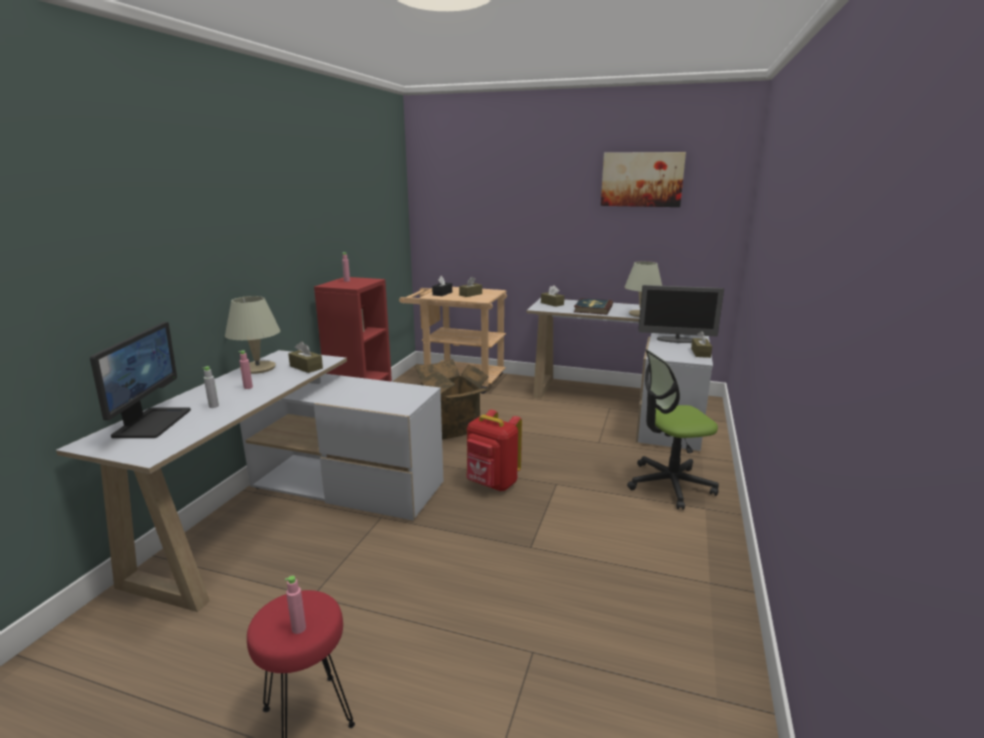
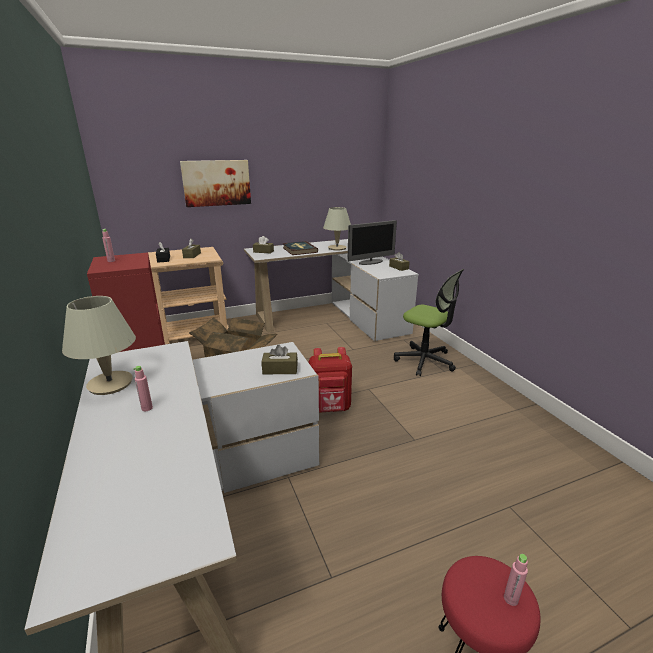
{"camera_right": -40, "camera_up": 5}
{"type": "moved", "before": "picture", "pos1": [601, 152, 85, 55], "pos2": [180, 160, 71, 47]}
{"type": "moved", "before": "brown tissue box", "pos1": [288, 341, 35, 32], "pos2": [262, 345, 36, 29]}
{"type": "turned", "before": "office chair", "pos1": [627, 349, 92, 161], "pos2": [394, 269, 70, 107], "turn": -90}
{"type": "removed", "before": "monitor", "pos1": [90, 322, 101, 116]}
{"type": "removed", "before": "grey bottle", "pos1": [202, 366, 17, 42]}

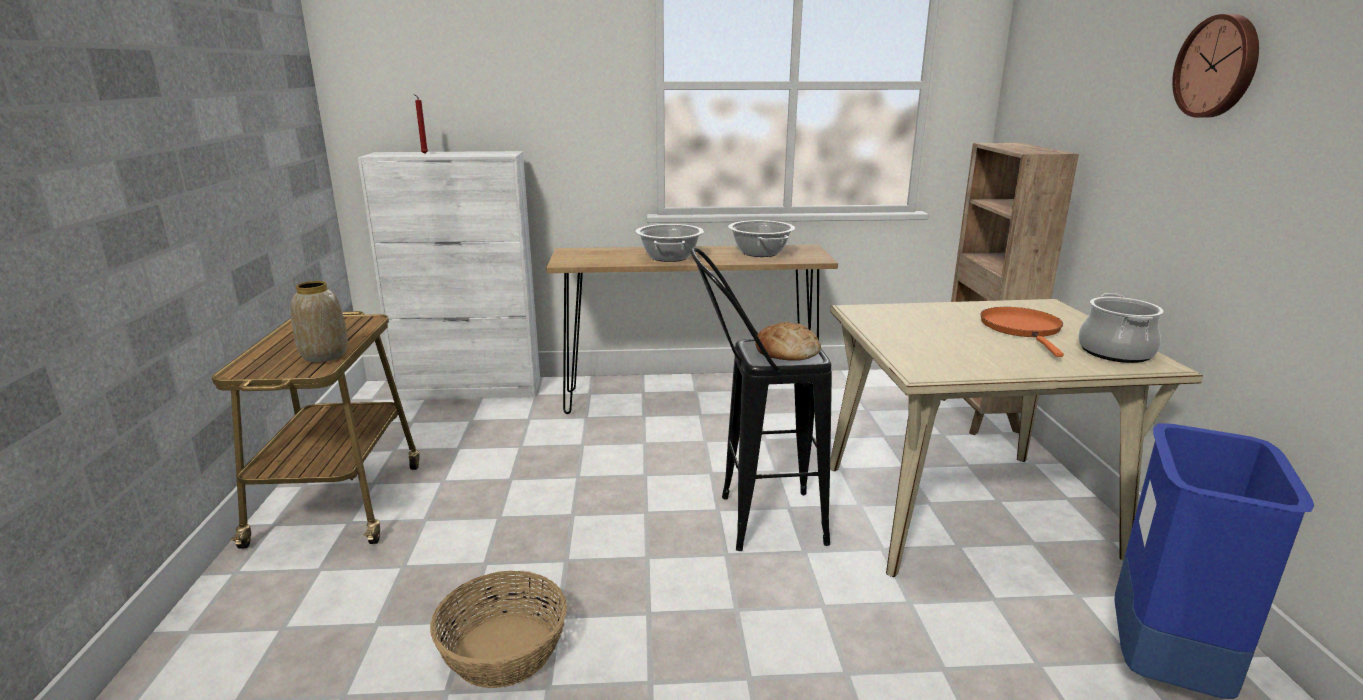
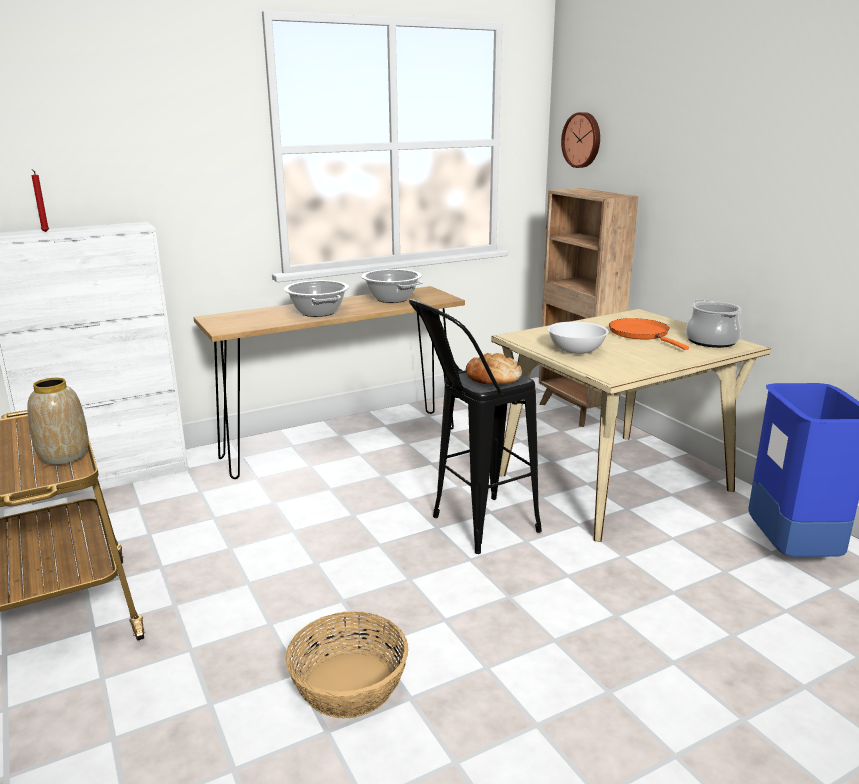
{"camera_right": -25, "camera_up": 0}
{"type": "added", "after": "white bowl", "pos2": [547, 322, 62, 32]}
{"type": "moved", "before": "wall clock", "pos1": [1172, 14, 87, 104], "pos2": [561, 112, 39, 56]}

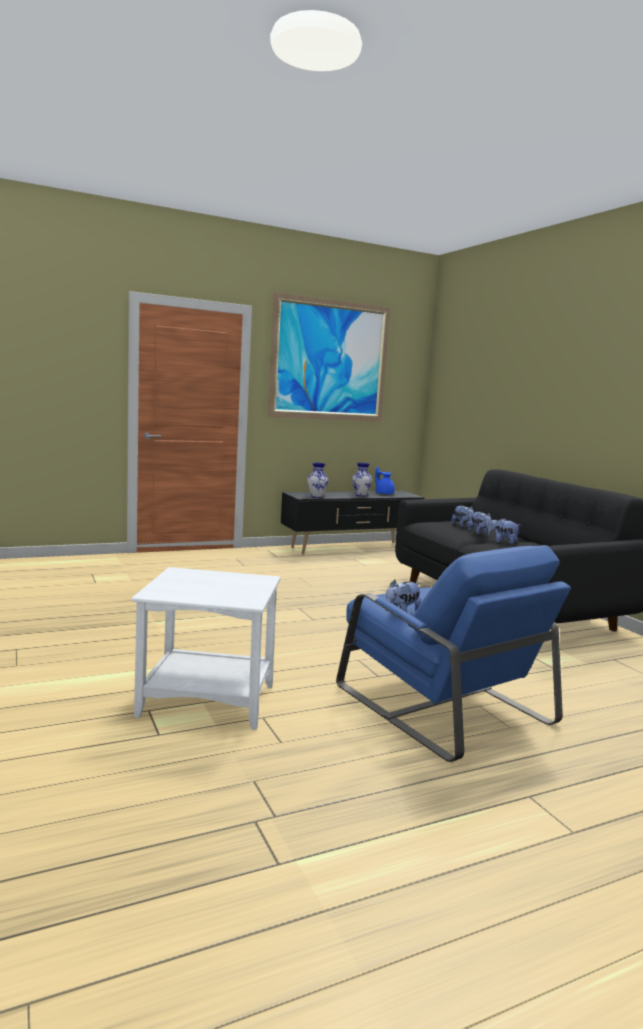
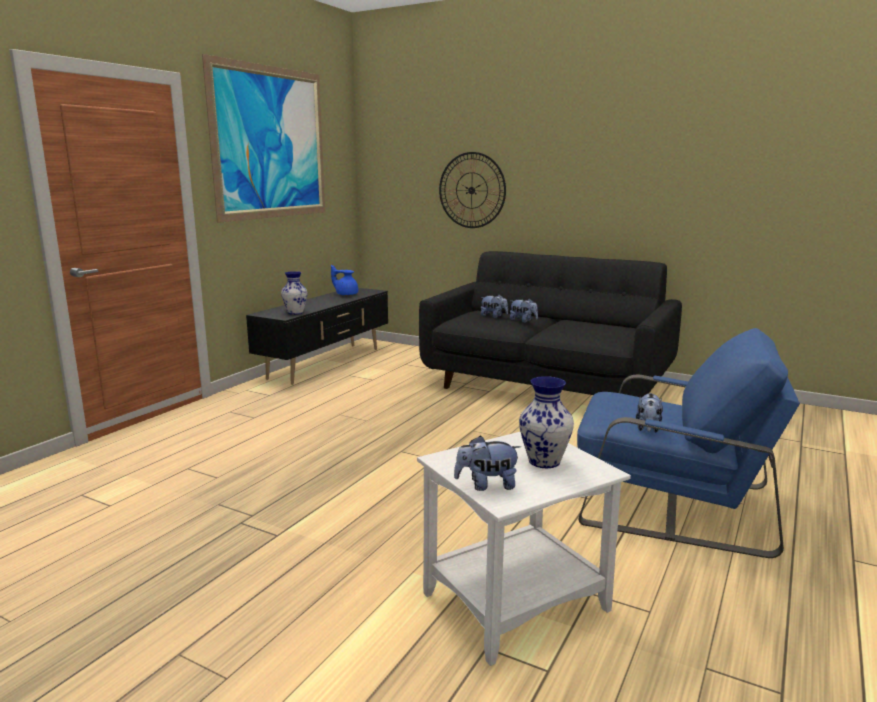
{"camera_right": -35, "camera_up": 5}
{"type": "added", "after": "wall clock", "pos2": [439, 152, 67, 76]}
{"type": "moved", "before": "plush toy", "pos1": [488, 518, 33, 26], "pos2": [454, 436, 67, 55]}
{"type": "moved", "before": "vase", "pos1": [352, 463, 20, 33], "pos2": [519, 376, 55, 92]}

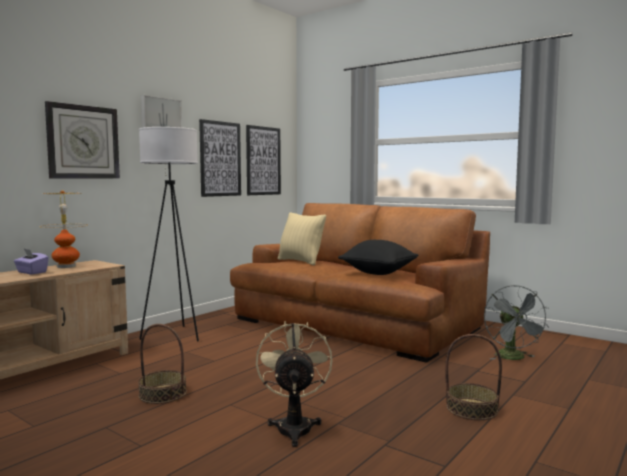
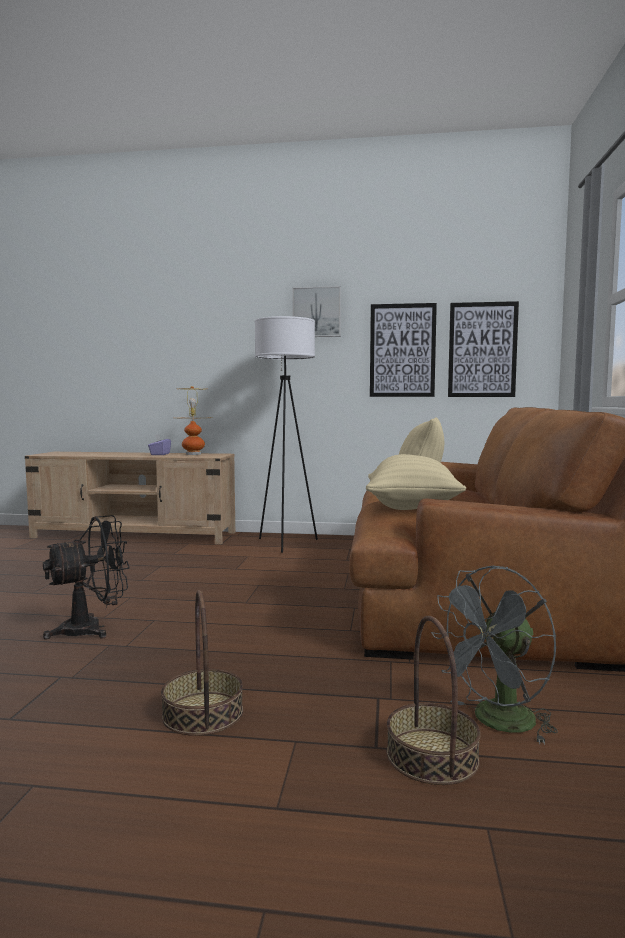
{"camera_right": 60, "camera_up": 0}
{"type": "recoloured", "before": "beige fan", "after": "black fan", "pos1": [256, 321, 76, 126], "pos2": [43, 515, 87, 124]}
{"type": "recoloured", "before": "black pillow", "after": "beige pillow", "pos1": [338, 240, 80, 35], "pos2": [366, 454, 100, 56]}
{"type": "moved", "before": "basket", "pos1": [138, 324, 49, 80], "pos2": [387, 616, 94, 169]}
{"type": "removed", "before": "wall clock", "pos1": [45, 101, 75, 78]}

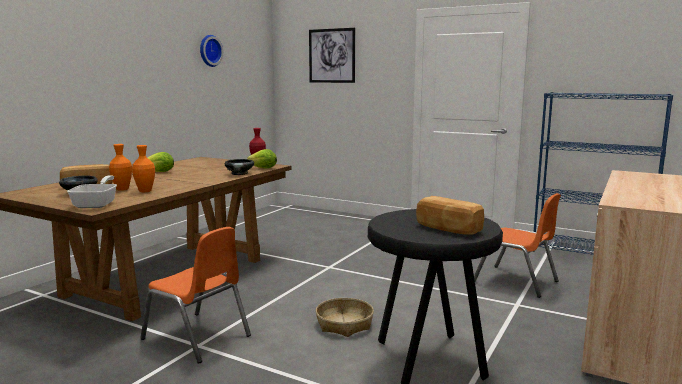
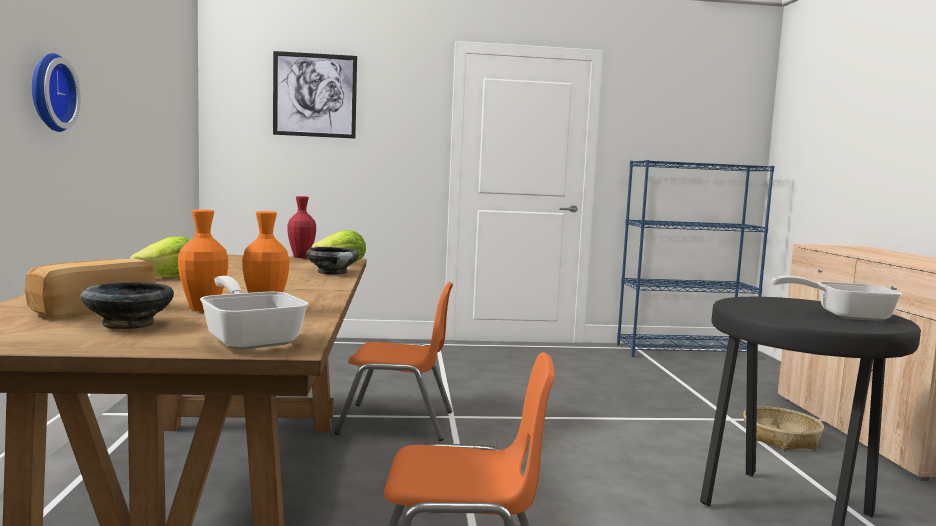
{"camera_right": -35, "camera_up": -5}
{"type": "moved", "before": "wall clock", "pos1": [200, 35, 23, 32], "pos2": [32, 53, 49, 79]}
{"type": "moved", "before": "orange chair", "pos1": [474, 193, 87, 105], "pos2": [334, 282, 119, 159]}
{"type": "moved", "before": "basket", "pos1": [316, 298, 58, 39], "pos2": [743, 406, 81, 44]}
{"type": "replaced", "before": "bread", "after": "frying pan", "pos1": [416, 196, 68, 39], "pos2": [772, 276, 130, 45]}

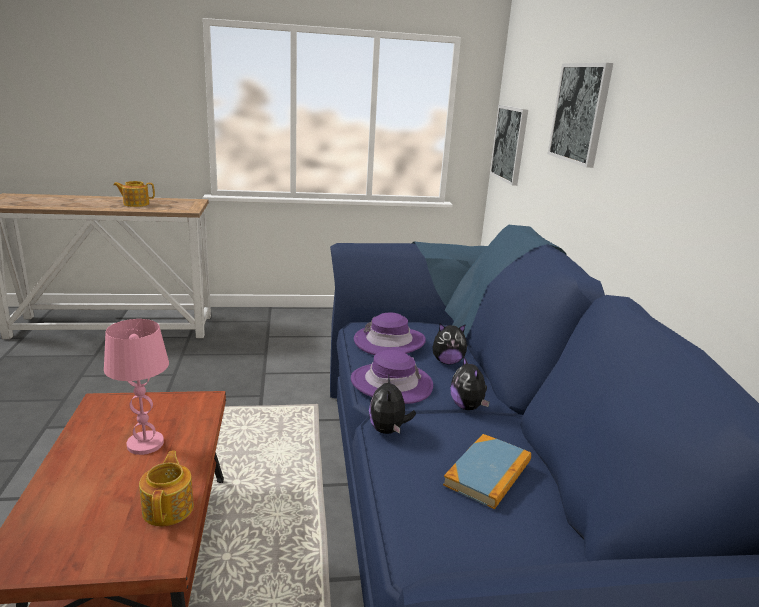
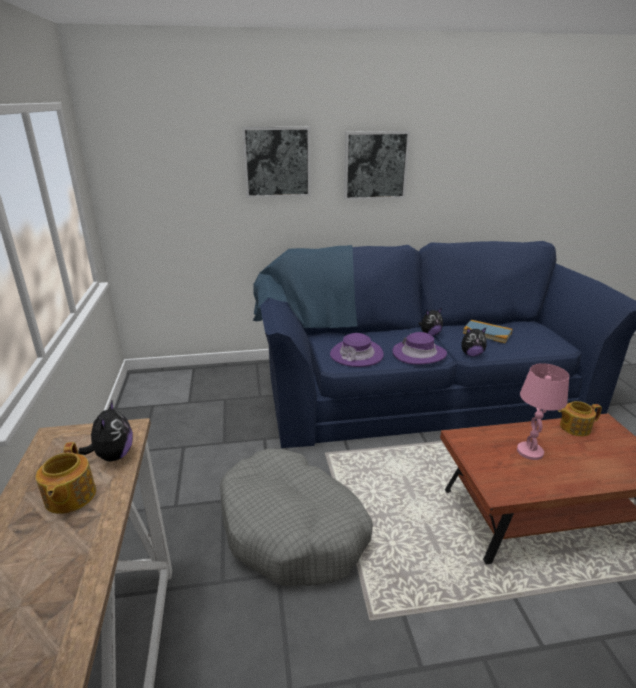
{"camera_right": -90, "camera_up": 5}
{"type": "moved", "before": "plush toy", "pos1": [432, 324, 35, 41], "pos2": [78, 399, 55, 63]}
{"type": "added", "after": "grey dog bed", "pos2": [220, 449, 153, 137]}
{"type": "moved", "before": "picture", "pos1": [490, 105, 38, 81], "pos2": [344, 131, 66, 69]}

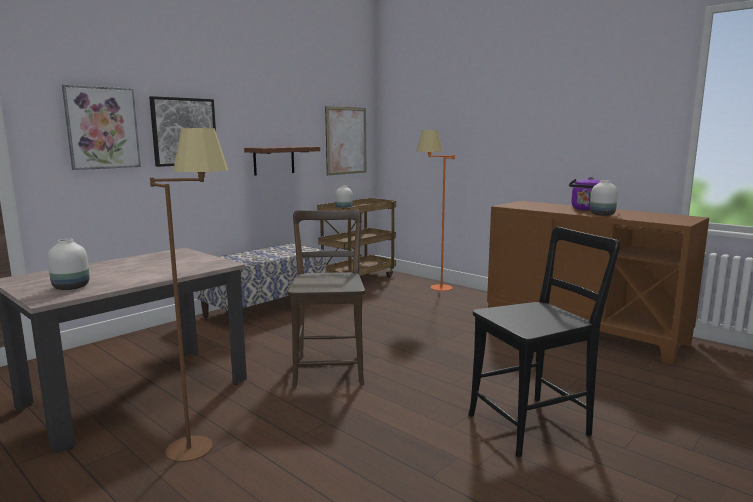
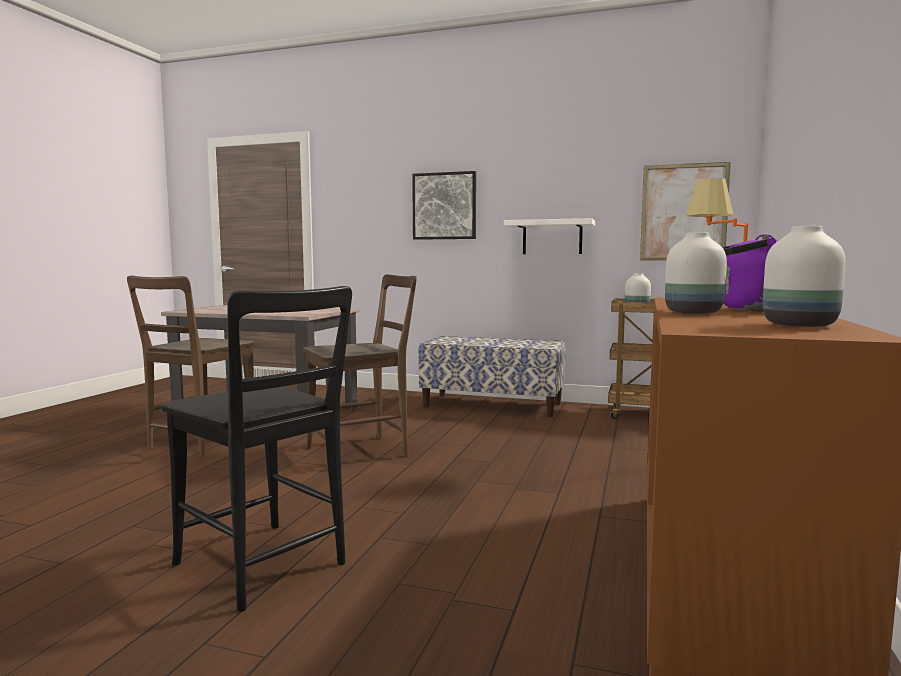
{"camera_right": 65, "camera_up": -5}
{"type": "replaced", "before": "brown floor lamp", "after": "brown chair", "pos1": [150, 128, 78, 334], "pos2": [127, 276, 128, 182]}
{"type": "recoloured", "before": "brown shelf", "after": "white shelf", "pos1": [244, 146, 76, 30], "pos2": [504, 218, 91, 36]}
{"type": "moved", "before": "white vase", "pos1": [47, 239, 42, 51], "pos2": [763, 226, 83, 101]}
{"type": "removed", "before": "picture", "pos1": [62, 85, 79, 85]}

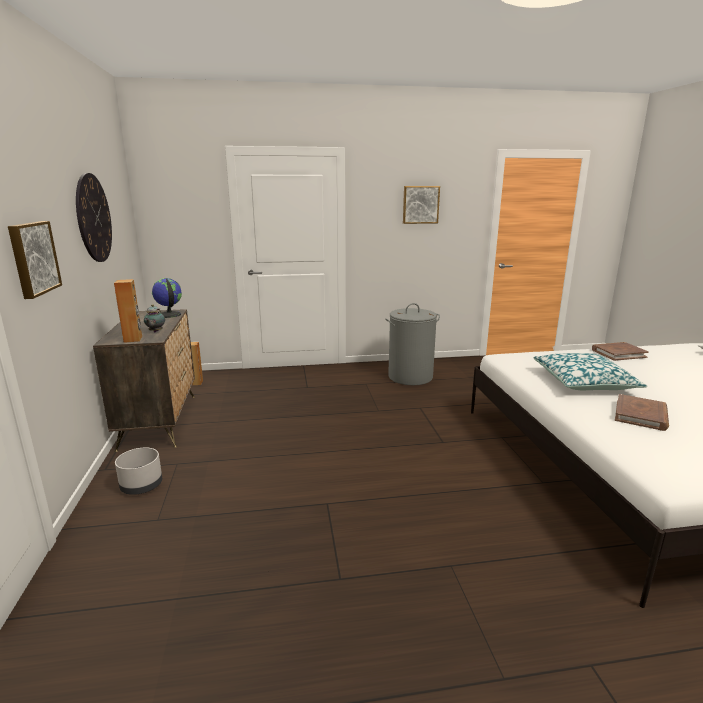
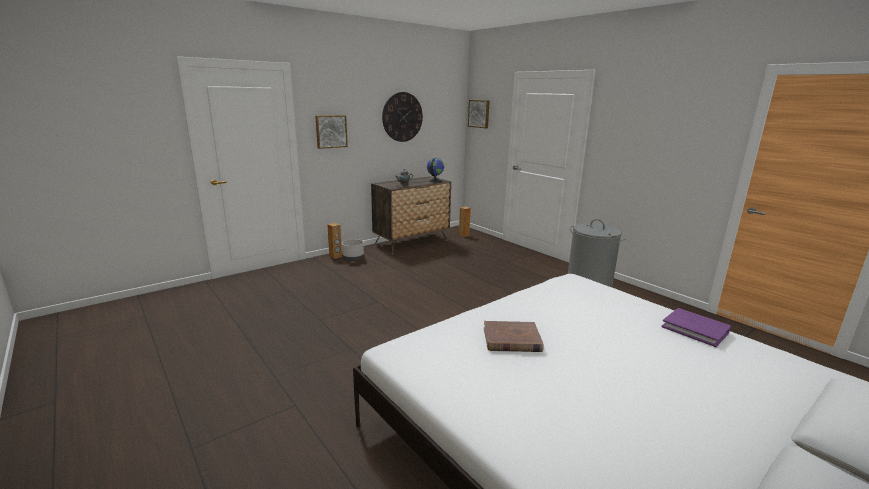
{"camera_right": 60, "camera_up": 0}
{"type": "moved", "before": "brown speaker", "pos1": [114, 279, 28, 64], "pos2": [327, 223, 15, 36]}
{"type": "moved", "before": "picture", "pos1": [403, 186, 37, 38], "pos2": [468, 100, 22, 28]}
{"type": "recoloured", "before": "brown book", "after": "purple book", "pos1": [592, 342, 57, 19], "pos2": [662, 308, 69, 39]}
{"type": "removed", "before": "pillow", "pos1": [533, 353, 114, 37]}

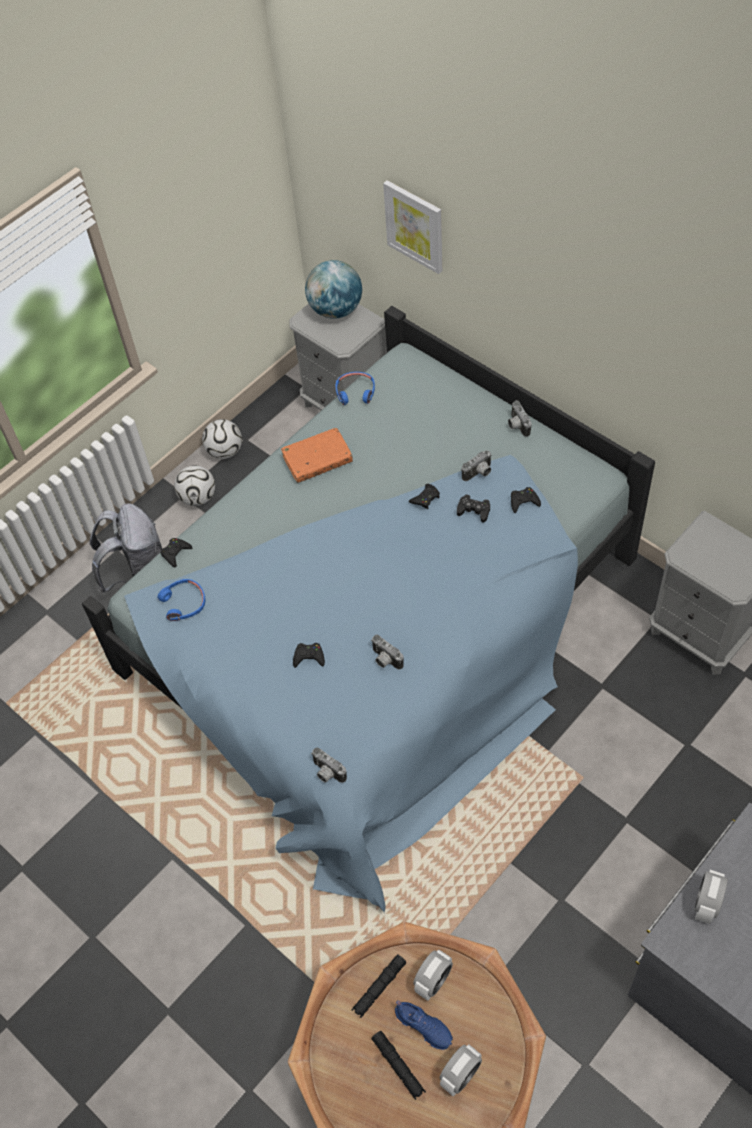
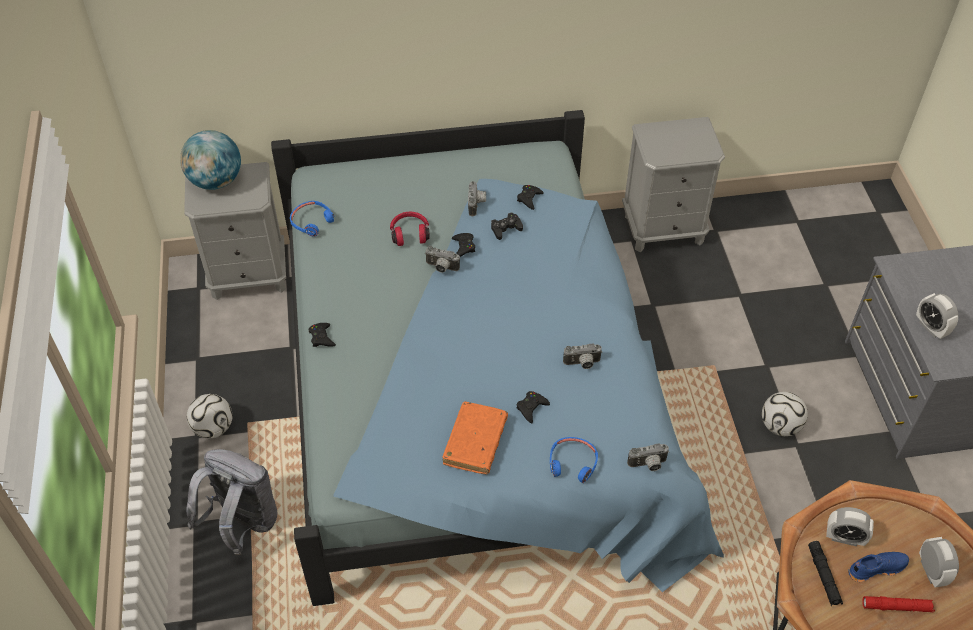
{"camera_right": -55, "camera_up": -5}
{"type": "moved", "before": "black game controller", "pos1": [160, 538, 32, 29], "pos2": [309, 323, 27, 24]}
{"type": "added", "after": "red headphones", "pos2": [390, 212, 40, 34]}
{"type": "moved", "before": "photo camera", "pos1": [508, 400, 24, 37], "pos2": [425, 246, 35, 27]}
{"type": "moved", "before": "orange book", "pos1": [281, 428, 72, 55], "pos2": [442, 401, 66, 74]}
{"type": "moved", "before": "blue headphones", "pos1": [158, 579, 47, 42], "pos2": [550, 437, 48, 46]}
{"type": "moved", "before": "football", "pos1": [202, 419, 40, 40], "pos2": [762, 392, 46, 44]}
{"type": "turned", "before": "alarm clock", "pos1": [413, 950, 40, 51], "pos2": [826, 507, 48, 40], "turn": 120}
{"type": "recoloured", "before": "black flashlight", "after": "red flashlight", "pos1": [372, 1031, 54, 69], "pos2": [863, 596, 72, 16]}
{"type": "removed", "before": "picture", "pos1": [383, 180, 59, 94]}

